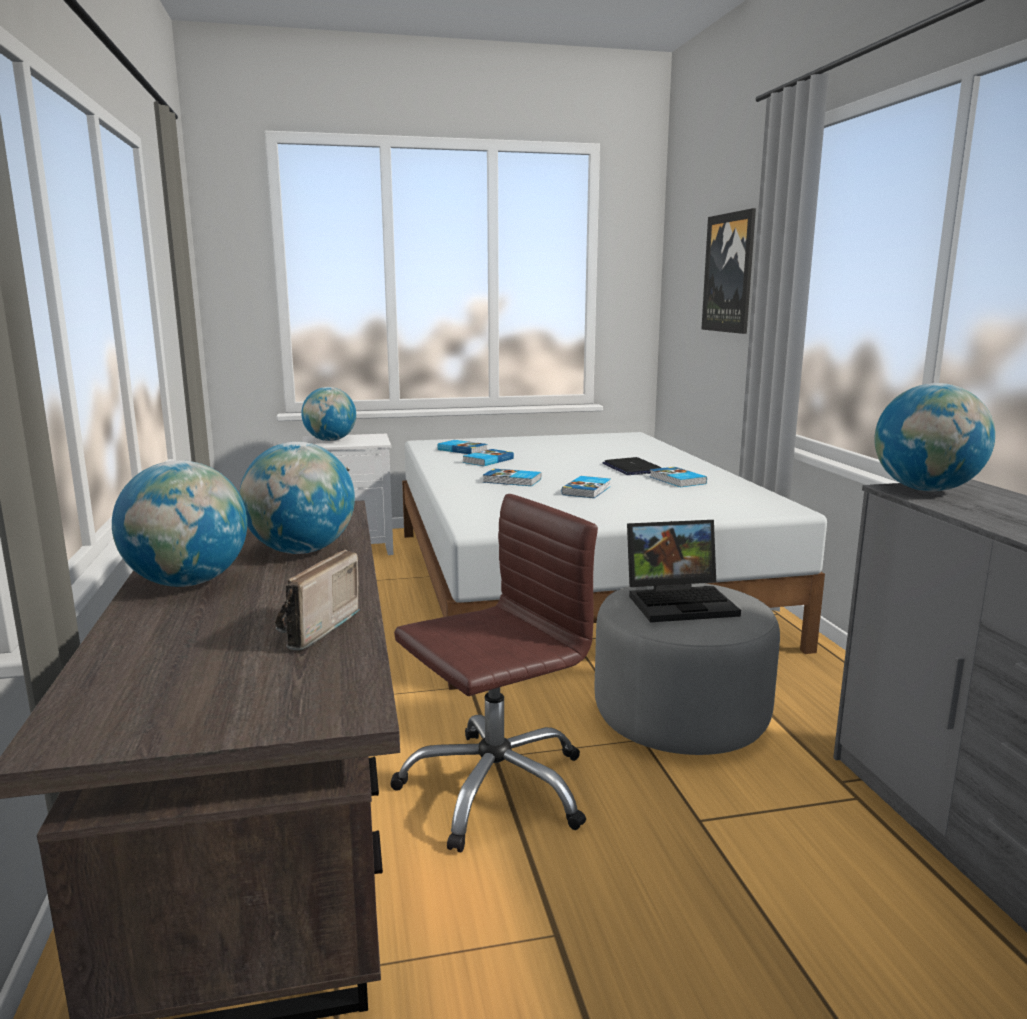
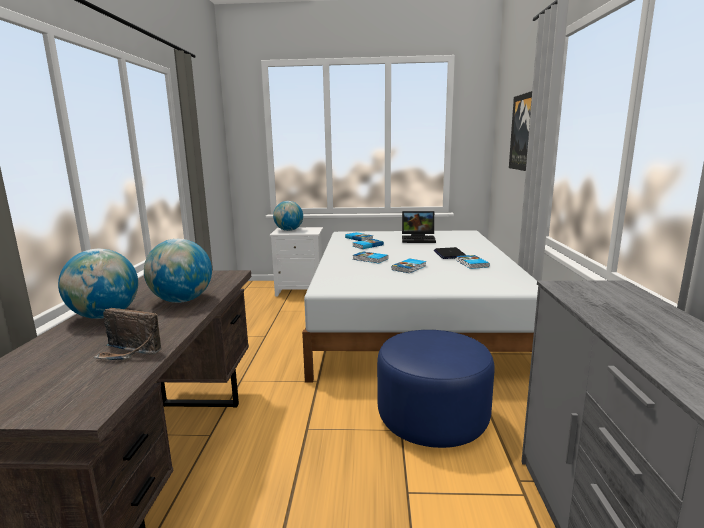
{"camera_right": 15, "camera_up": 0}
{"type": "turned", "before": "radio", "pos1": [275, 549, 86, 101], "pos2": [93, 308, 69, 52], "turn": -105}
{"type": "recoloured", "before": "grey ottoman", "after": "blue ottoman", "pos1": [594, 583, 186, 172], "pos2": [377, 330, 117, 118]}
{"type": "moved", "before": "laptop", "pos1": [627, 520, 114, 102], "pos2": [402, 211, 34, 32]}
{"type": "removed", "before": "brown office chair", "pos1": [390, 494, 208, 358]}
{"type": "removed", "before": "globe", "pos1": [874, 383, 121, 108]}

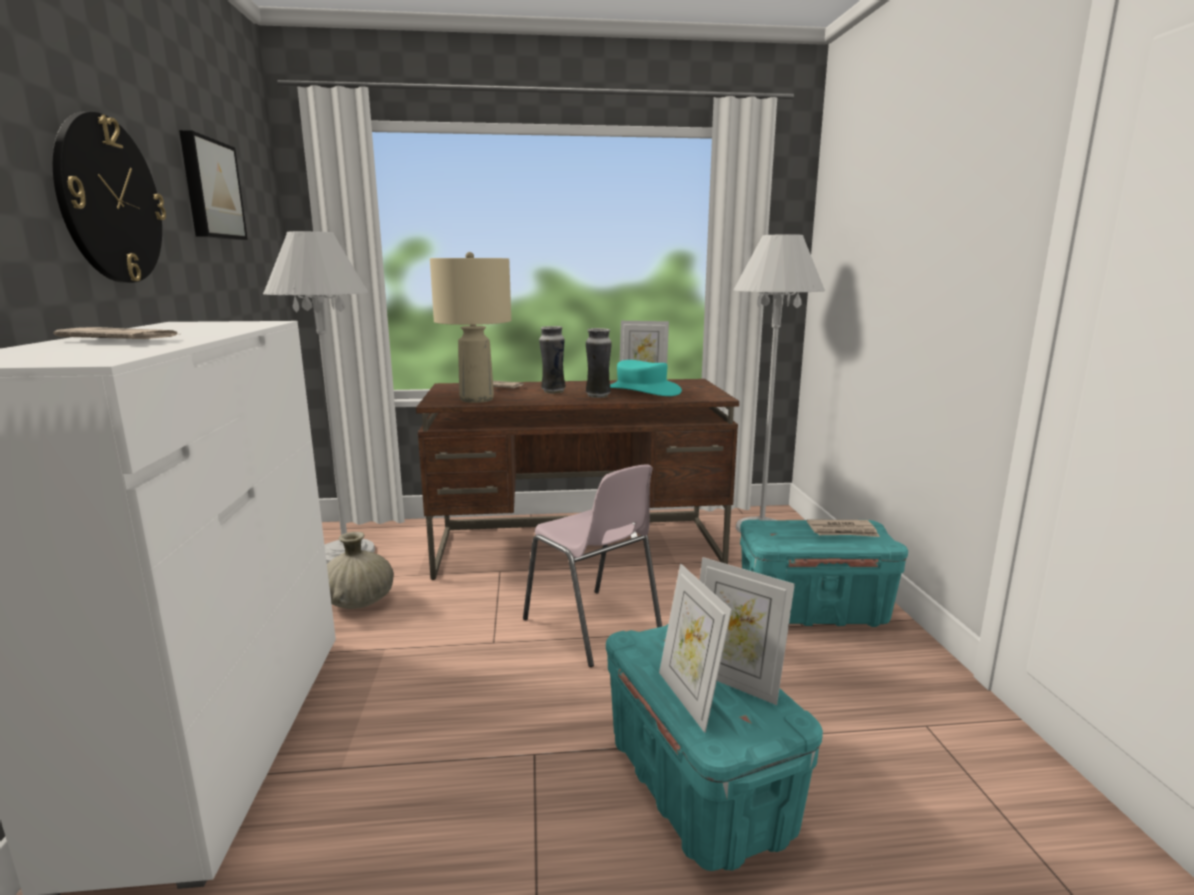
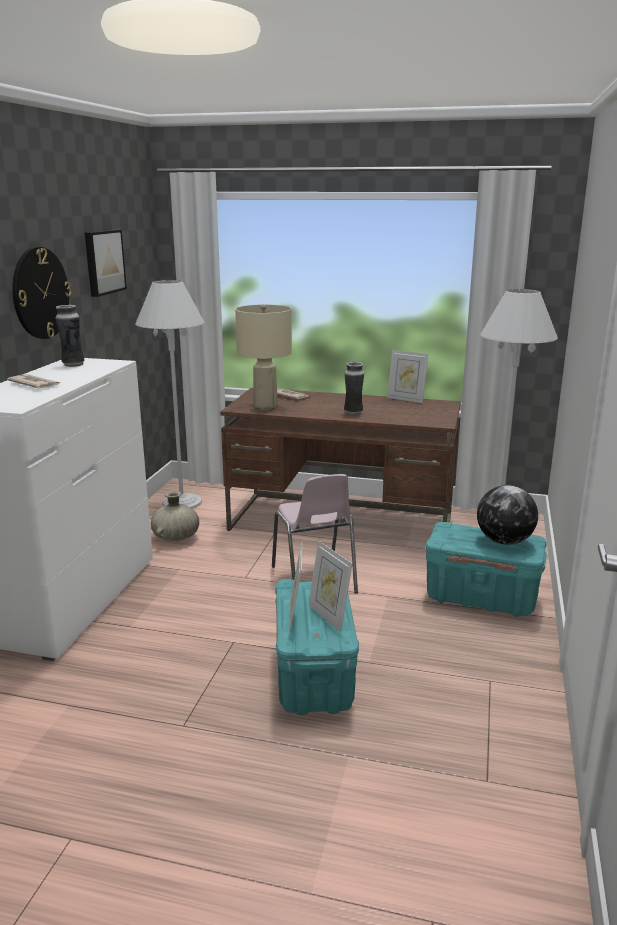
{"camera_right": 20, "camera_up": 5}
{"type": "moved", "before": "vase", "pos1": [539, 326, 27, 67], "pos2": [55, 305, 30, 62]}
{"type": "replaced", "before": "newspaper", "after": "globe", "pos1": [807, 519, 73, 18], "pos2": [477, 485, 61, 60]}
{"type": "removed", "before": "turquoise hat", "pos1": [610, 360, 72, 36]}

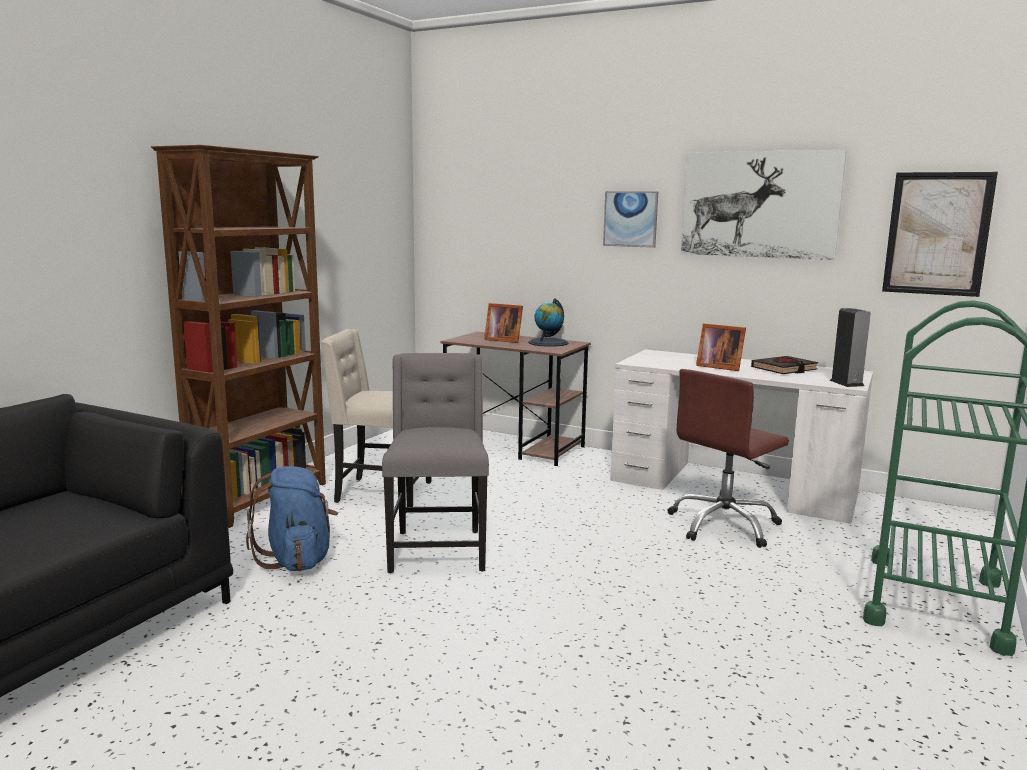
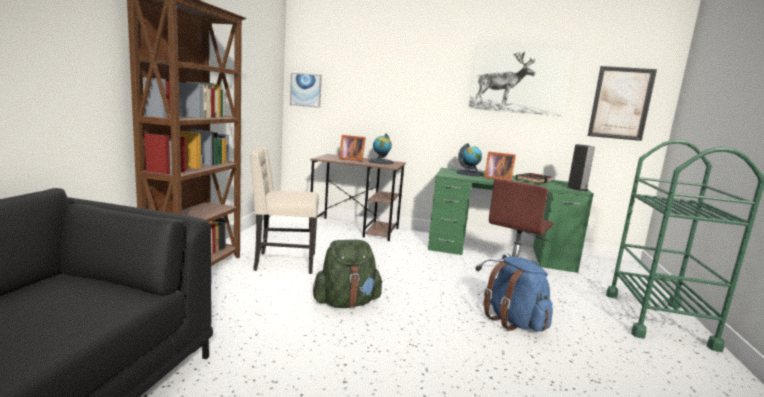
{"camera_right": -15, "camera_up": 0}
{"type": "moved", "before": "picture", "pos1": [603, 191, 55, 57], "pos2": [290, 73, 32, 35]}
{"type": "replaced", "before": "grey chair", "after": "green backpack", "pos1": [382, 353, 107, 220], "pos2": [313, 240, 70, 68]}
{"type": "recoloured", "before": "white desk", "after": "green desk", "pos1": [611, 349, 262, 175], "pos2": [428, 168, 166, 105]}
{"type": "added", "after": "globe", "pos2": [456, 143, 28, 33]}
{"type": "moved", "before": "blue backpack", "pos1": [246, 466, 92, 105], "pos2": [484, 256, 69, 76]}

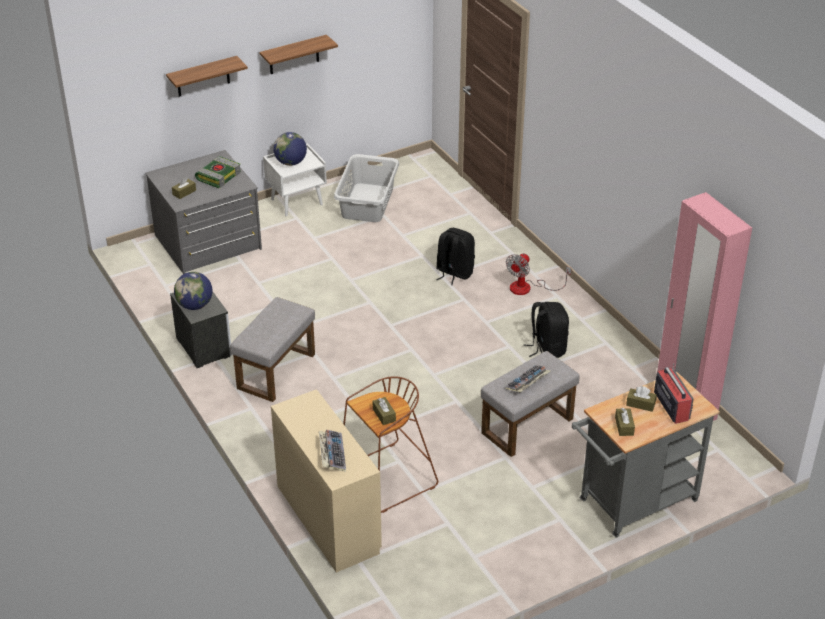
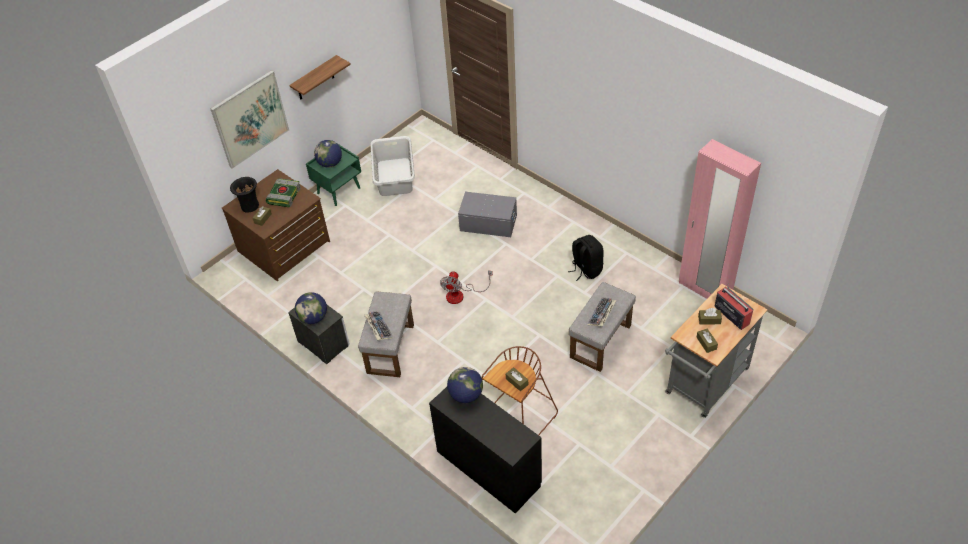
{"camera_right": -15, "camera_up": 10}
{"type": "replaced", "before": "shelf", "after": "picture", "pos1": [166, 56, 82, 41], "pos2": [210, 70, 79, 98]}
{"type": "recoloured", "before": "grey dresser", "after": "brown dresser", "pos1": [145, 150, 117, 124], "pos2": [221, 169, 109, 113]}
{"type": "added", "after": "black vase", "pos2": [230, 177, 29, 36]}
{"type": "recoloured", "before": "white nightstand", "after": "green nightstand", "pos1": [263, 143, 64, 73], "pos2": [306, 144, 55, 62]}
{"type": "moved", "before": "keyboard", "pos1": [319, 430, 27, 41], "pos2": [364, 311, 29, 29]}
{"type": "recoloured", "before": "beige desk", "after": "black desk", "pos1": [271, 389, 111, 184], "pos2": [429, 387, 113, 126]}
{"type": "moved", "before": "fan", "pos1": [506, 253, 65, 42], "pos2": [440, 270, 53, 34]}
{"type": "added", "after": "globe", "pos2": [447, 367, 36, 36]}
{"type": "replaced", "before": "black backpack", "after": "grey storage box", "pos1": [436, 228, 39, 57], "pos2": [458, 192, 59, 45]}

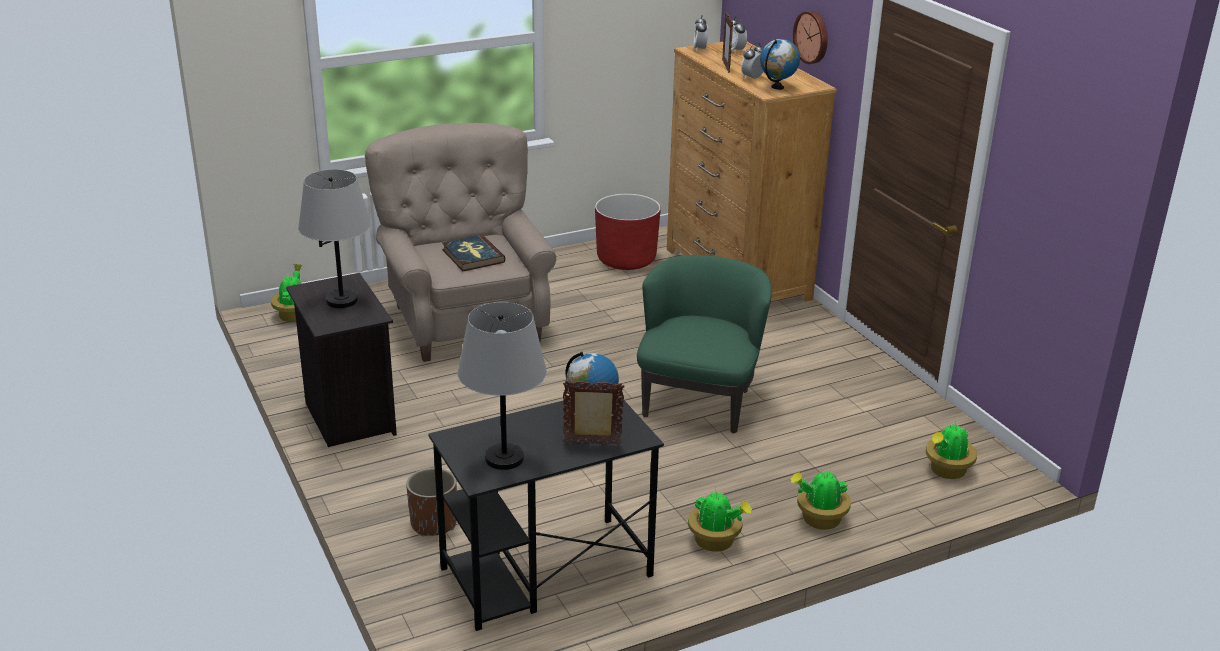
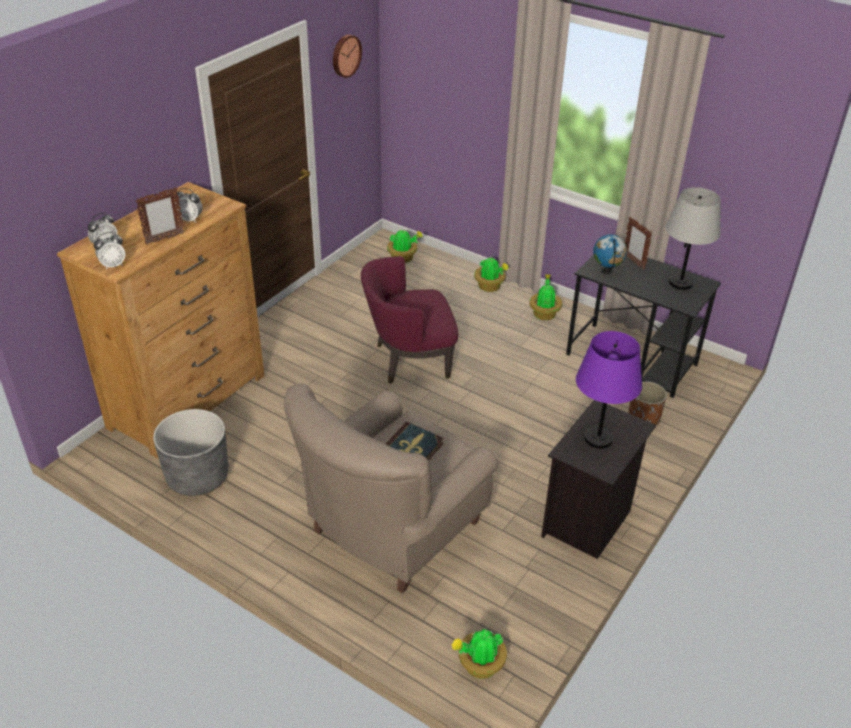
{"camera_right": -120, "camera_up": 10}
{"type": "recoloured", "before": "red planter", "after": "grey planter", "pos1": [595, 194, 66, 76], "pos2": [153, 409, 75, 87]}
{"type": "moved", "before": "wall clock", "pos1": [793, 11, 35, 53], "pos2": [333, 34, 29, 44]}
{"type": "recoloured", "before": "green armchair", "after": "purple armchair", "pos1": [637, 255, 135, 179], "pos2": [361, 256, 97, 128]}
{"type": "recoloured", "before": "grey table lamp", "after": "purple table lamp", "pos1": [298, 169, 73, 139], "pos2": [576, 331, 66, 118]}
{"type": "removed", "before": "globe", "pos1": [760, 39, 40, 51]}

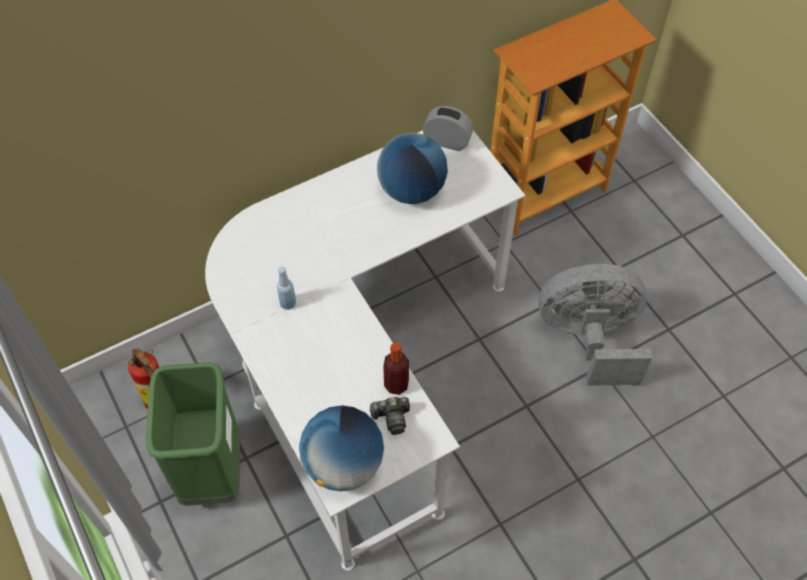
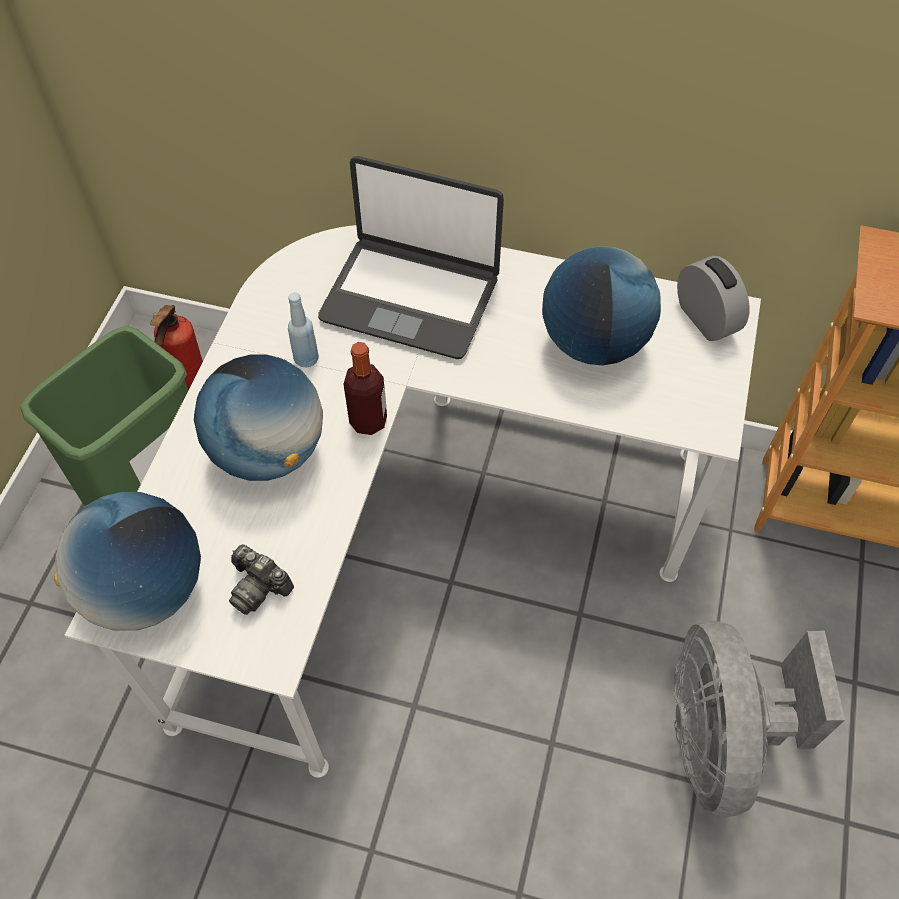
{"camera_right": 45, "camera_up": 0}
{"type": "added", "after": "globe", "pos2": [194, 354, 129, 127]}
{"type": "added", "after": "laptop", "pos2": [318, 156, 186, 203]}
{"type": "moved", "before": "bottle", "pos1": [383, 342, 26, 53], "pos2": [343, 342, 44, 93]}
{"type": "turned", "before": "grey fan", "pos1": [539, 264, 113, 122], "pos2": [674, 621, 171, 196], "turn": -135}

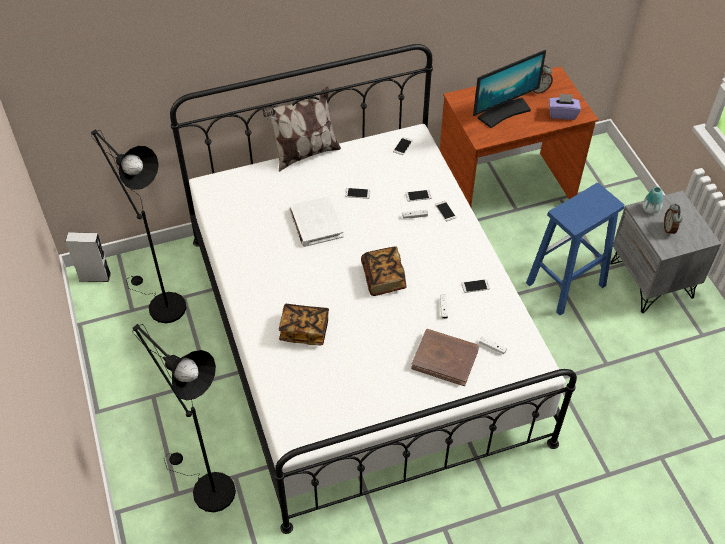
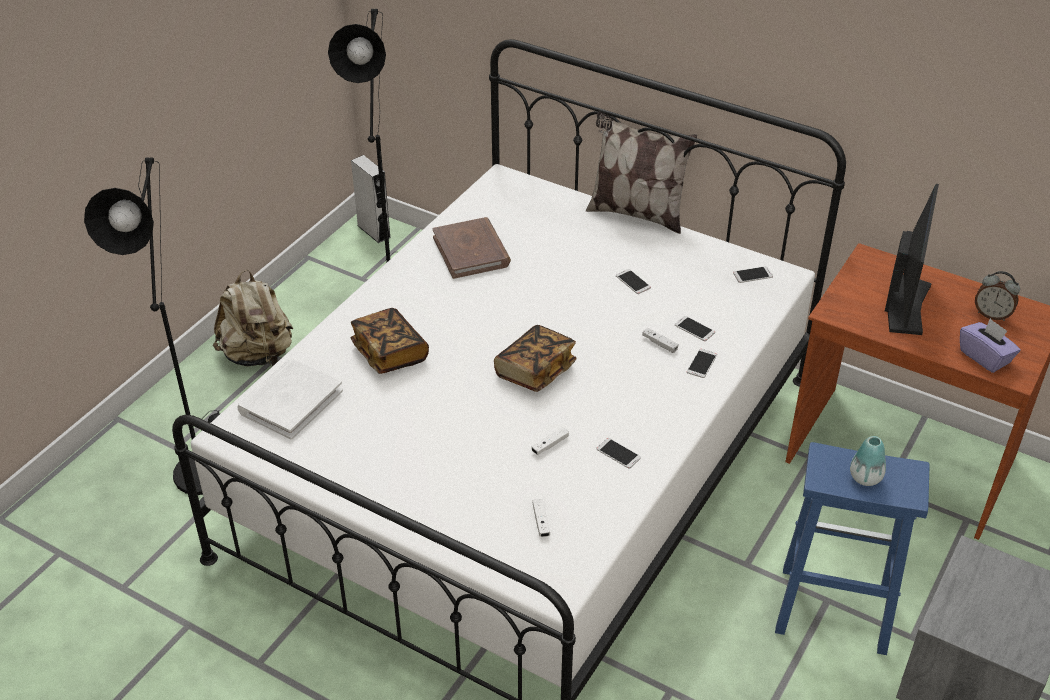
{"camera_right": 50, "camera_up": -10}
{"type": "added", "after": "beige backpack", "pos2": [213, 270, 80, 98]}
{"type": "moved", "before": "white book", "pos1": [289, 196, 55, 51], "pos2": [237, 359, 106, 81]}
{"type": "moved", "before": "brown book", "pos1": [411, 329, 68, 57], "pos2": [433, 217, 78, 62]}
{"type": "moved", "before": "vase", "pos1": [643, 187, 20, 27], "pos2": [850, 436, 36, 50]}
{"type": "turned", "before": "monitor", "pos1": [473, 50, 73, 78], "pos2": [885, 184, 54, 151], "turn": -90}
{"type": "removed", "before": "alarm clock", "pos1": [664, 204, 19, 31]}

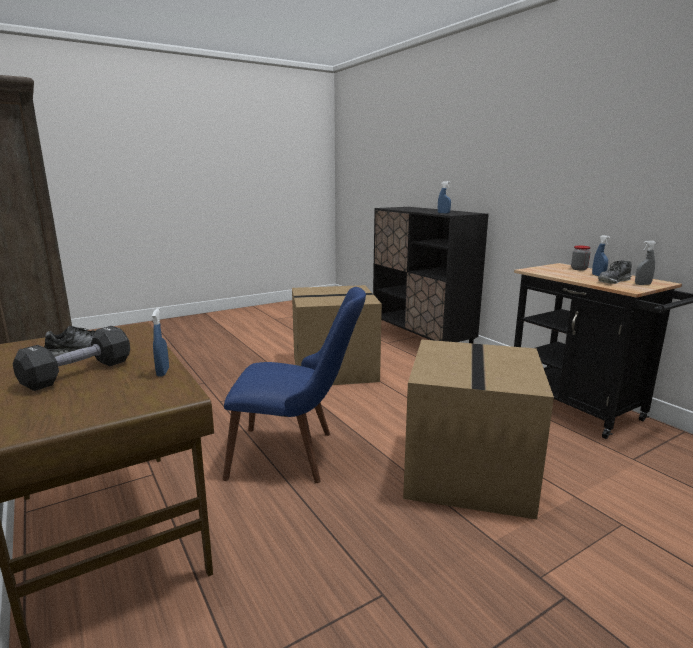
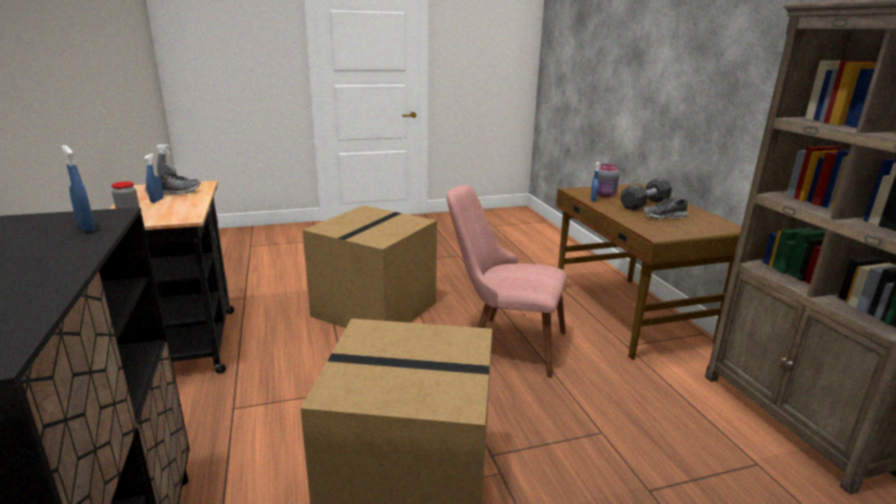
{"camera_right": -165, "camera_up": 5}
{"type": "recoloured", "before": "blue chair", "after": "pink chair", "pos1": [223, 287, 143, 196], "pos2": [447, 185, 120, 193]}
{"type": "added", "after": "grey jar", "pos2": [597, 164, 22, 34]}

